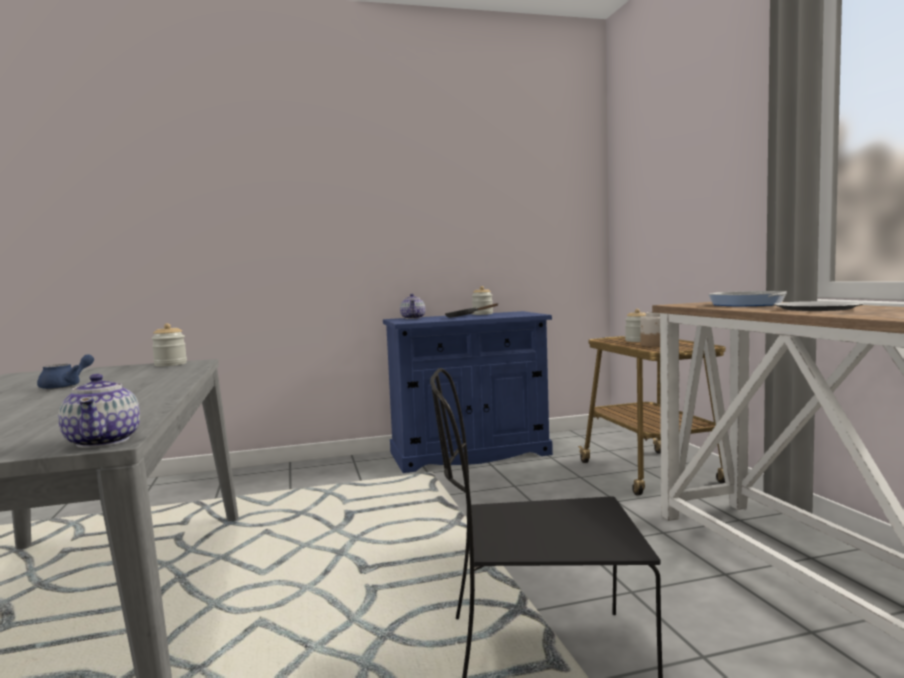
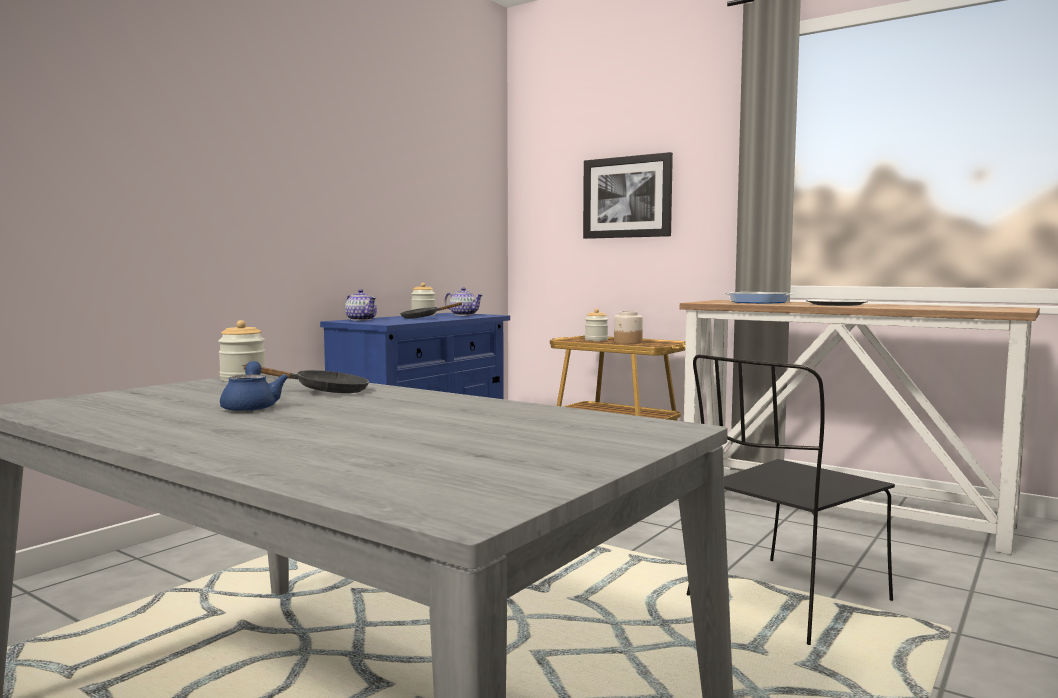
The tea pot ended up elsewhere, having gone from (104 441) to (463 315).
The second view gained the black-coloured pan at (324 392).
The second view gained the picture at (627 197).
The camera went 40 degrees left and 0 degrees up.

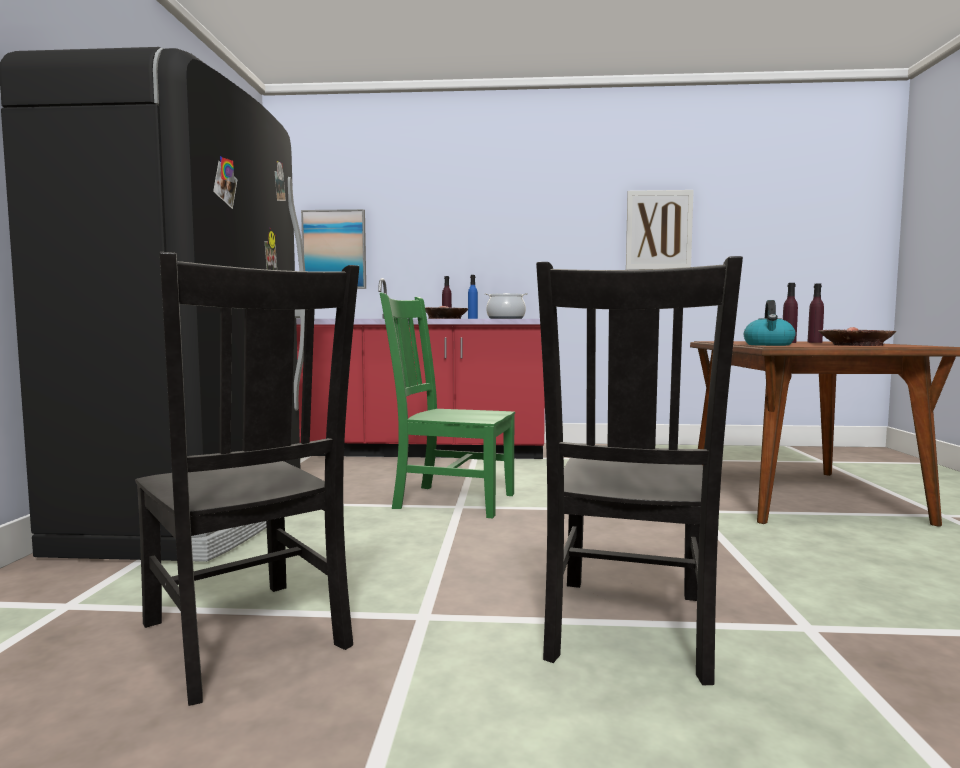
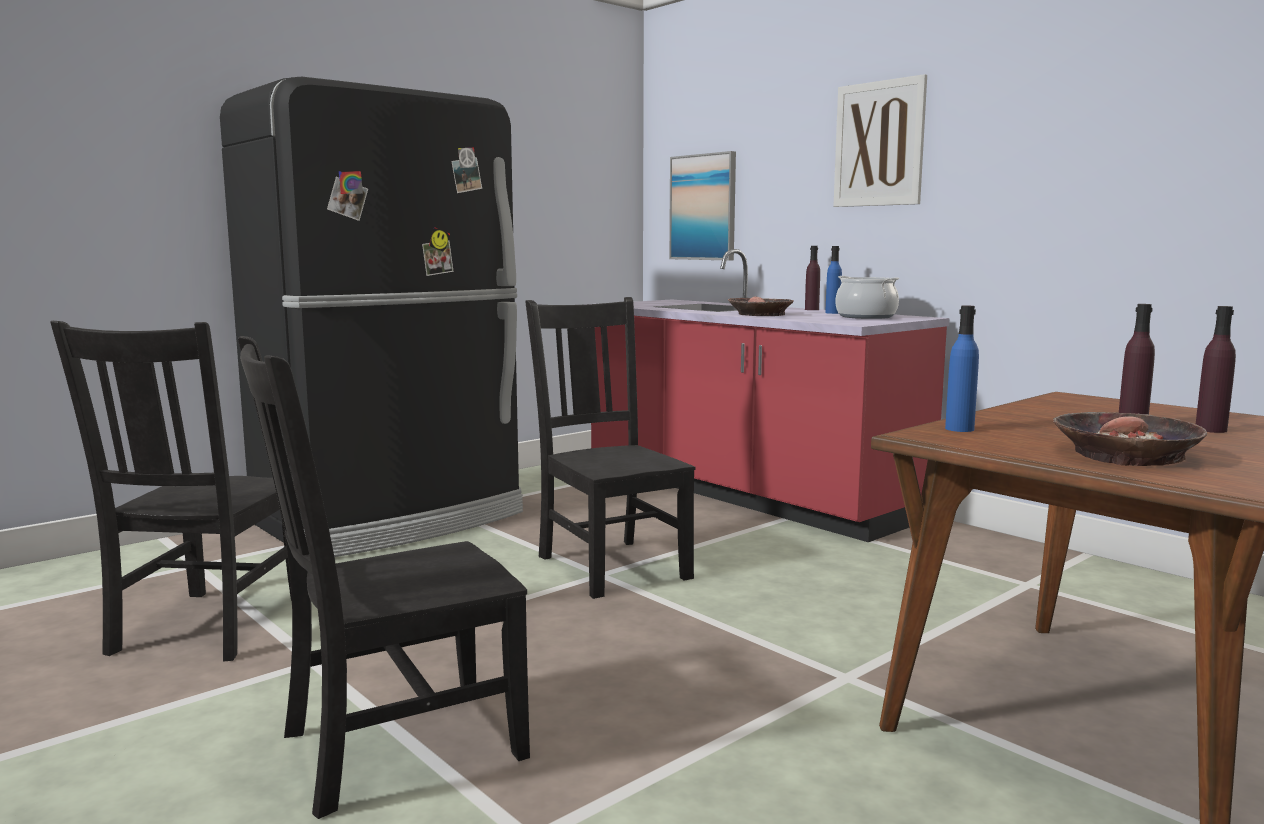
What was the green-coloured chair at (450 500) turned into the black-coloured chair at (611 565).
The picture ended up elsewhere, having gone from (658 230) to (879 144).
Where the water kettle stood at (769 345), the blue-coloured drink bottle came to stand at (959 429).
The camera went 45 degrees right and 5 degrees up.

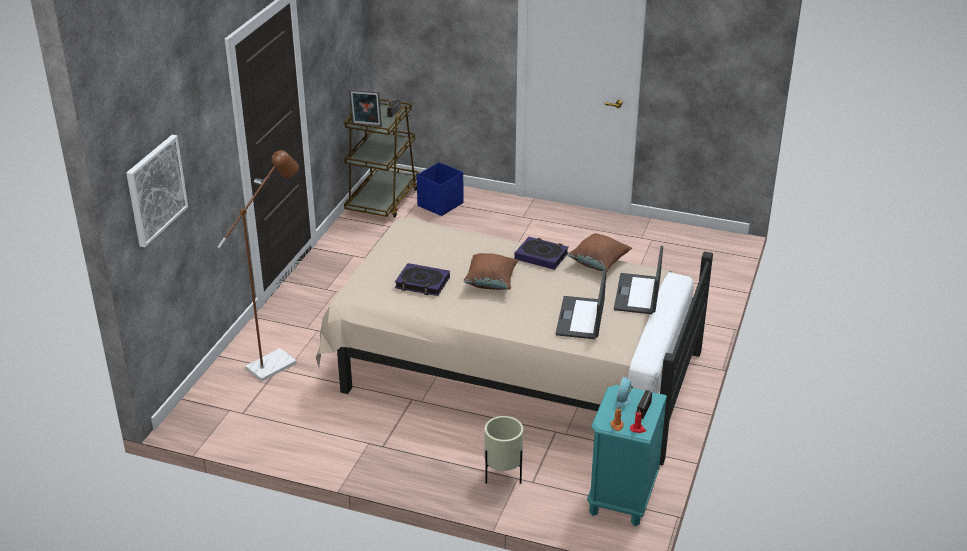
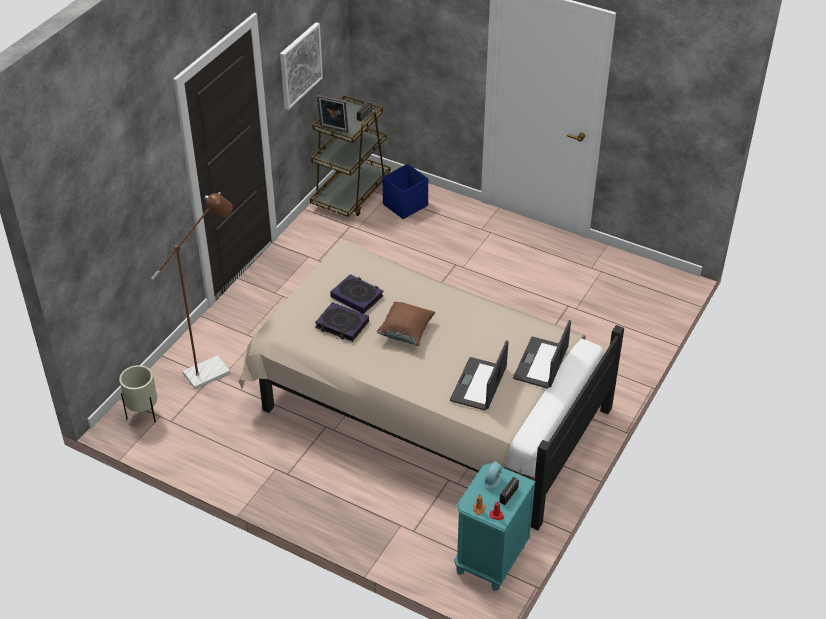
The picture ended up elsewhere, having gone from (155 190) to (300 65).
The beige-coloured planter ended up elsewhere, having gone from (503 476) to (143 414).
The book ended up elsewhere, having gone from (541 256) to (357 296).
The second view lost the brownish pillow at (598 263).
The camera went 10 degrees right and 10 degrees up.

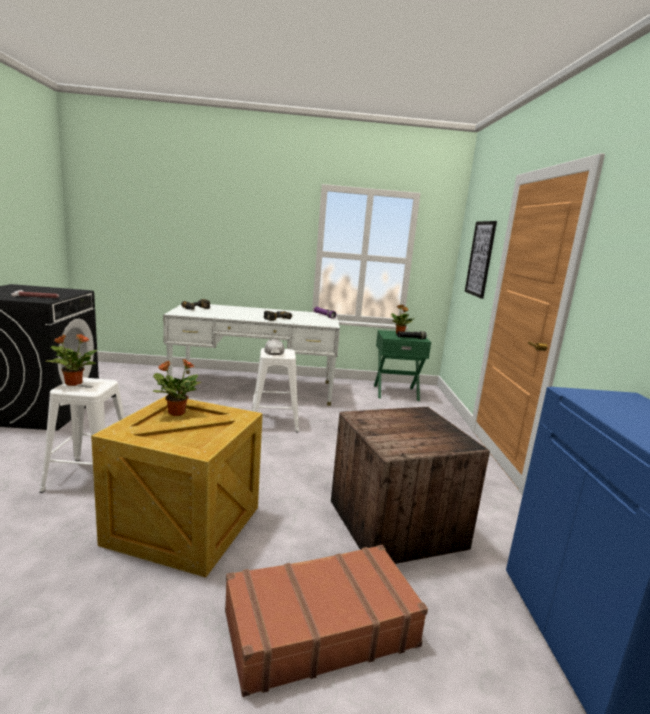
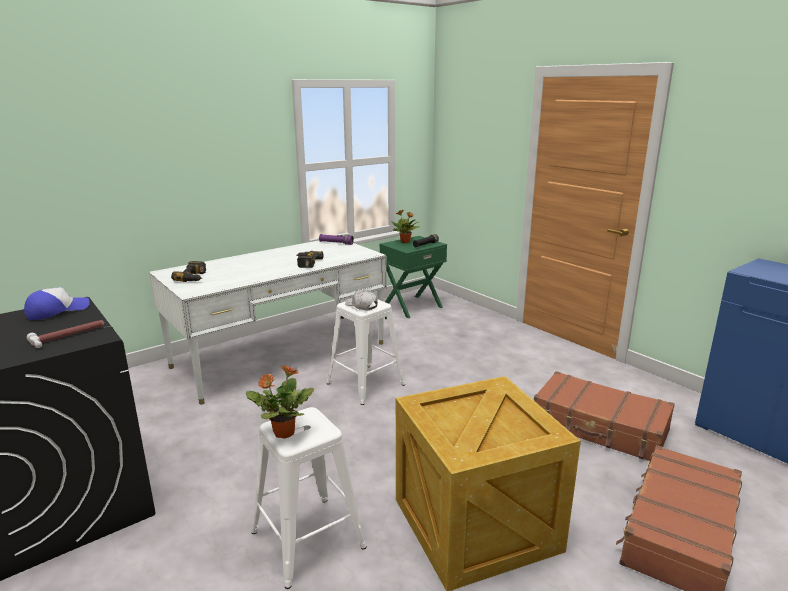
The second view lost the plant in a pot at (176 413).
Where the crate stood at (398 525), the brownish piece of luggage came to stand at (599 427).
The second view lost the picture at (480 259).
The second view gained the baseball cap at (57 311).
The camera went 35 degrees left and 5 degrees up.

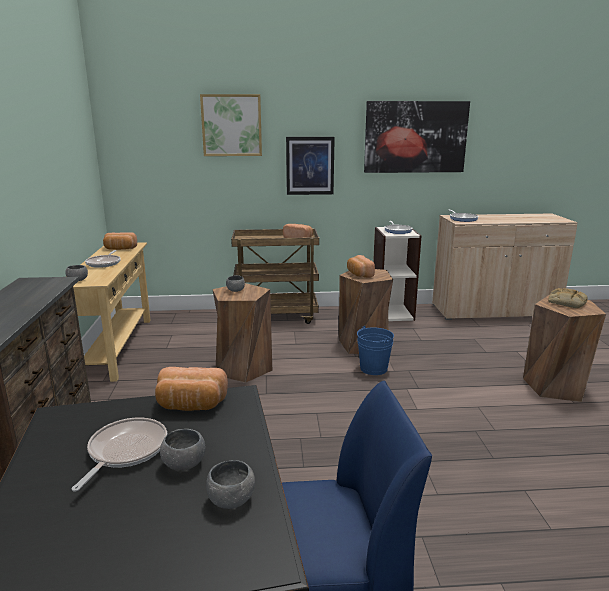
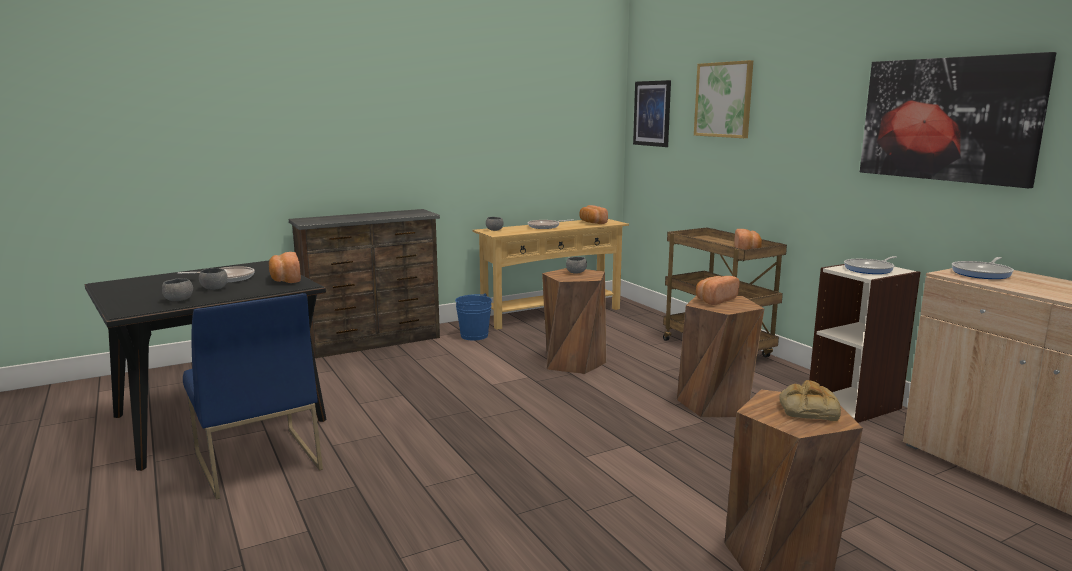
The picture ended up elsewhere, having gone from (310 166) to (652 113).
The blue-coloured bucket ended up elsewhere, having gone from (373 368) to (474 336).
The camera went 65 degrees right and 5 degrees down.

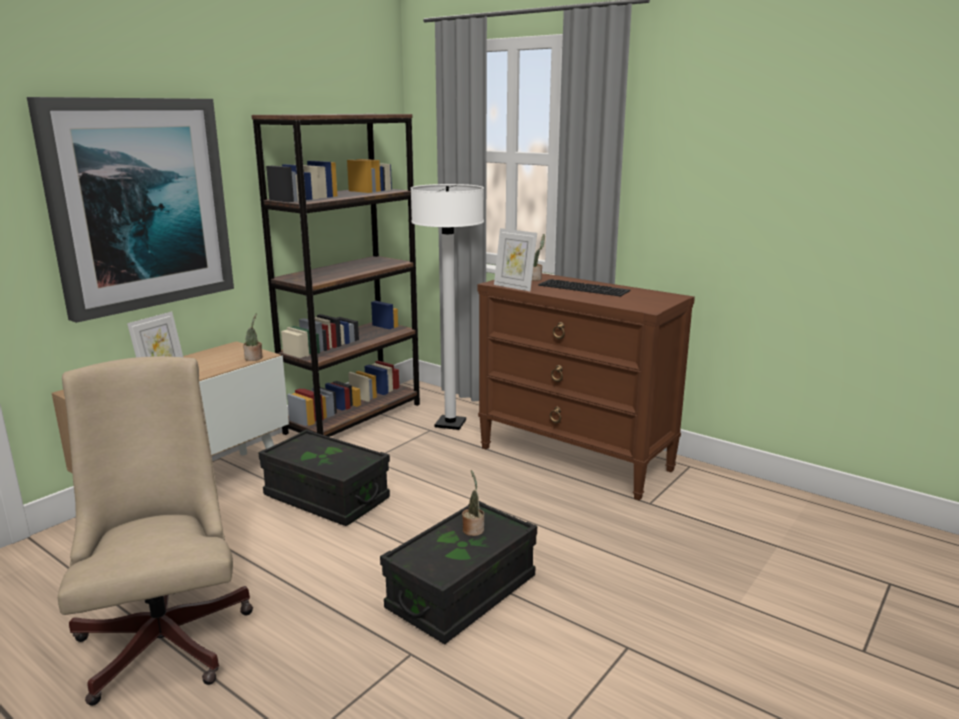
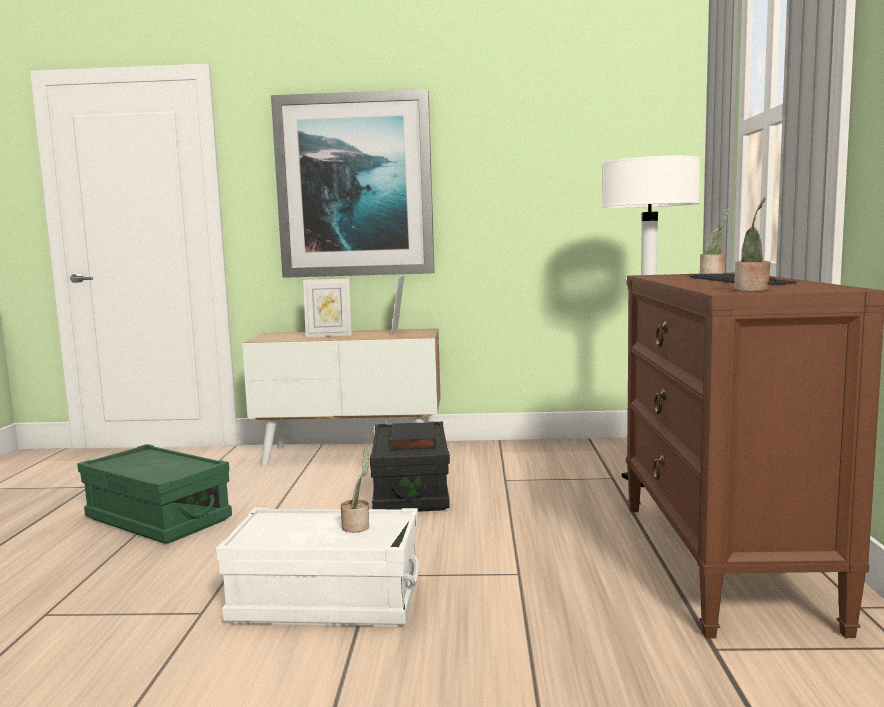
Where the beige-coloured computer chair stood at (167 634), the green-coloured storage bin came to stand at (158 519).
The plant in a pot ended up elsewhere, having gone from (254 358) to (752 290).
The second view lost the brownish shelving unit at (354 418).
What was the black-coloured storage bin at (462 593) turned into the white-coloured storage bin at (326 600).
The picture frame ended up elsewhere, having gone from (514 287) to (399 332).
The second view gained the black-coloured book at (411 440).
The camera went 55 degrees right and 10 degrees down.

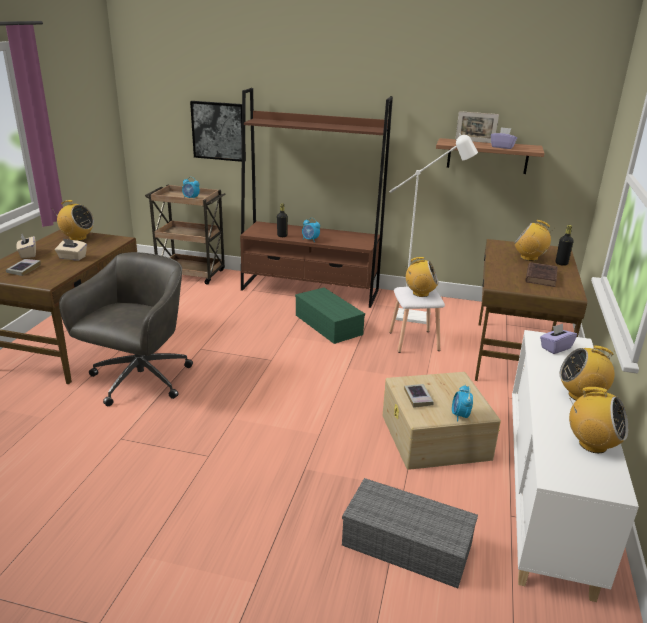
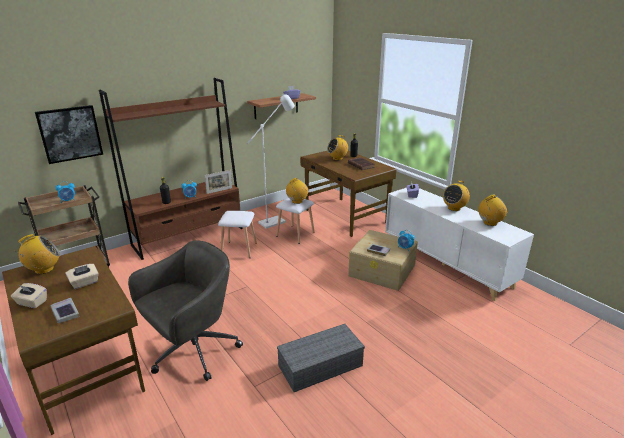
The grey computer chair at (139 381) ended up facing another way, 75 degrees clockwise from before.
Where the green-coloured storage bin stood at (329 325), the white-coloured sitting stool came to stand at (239 249).
The grey storage bin ended up elsewhere, having gone from (409 544) to (321 365).
The picture frame ended up elsewhere, having gone from (474 141) to (219 191).
The camera went 50 degrees left and 0 degrees up.

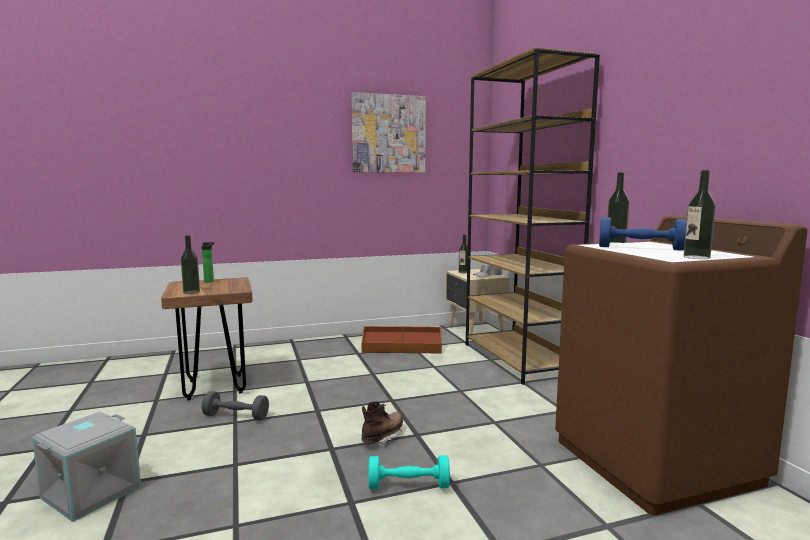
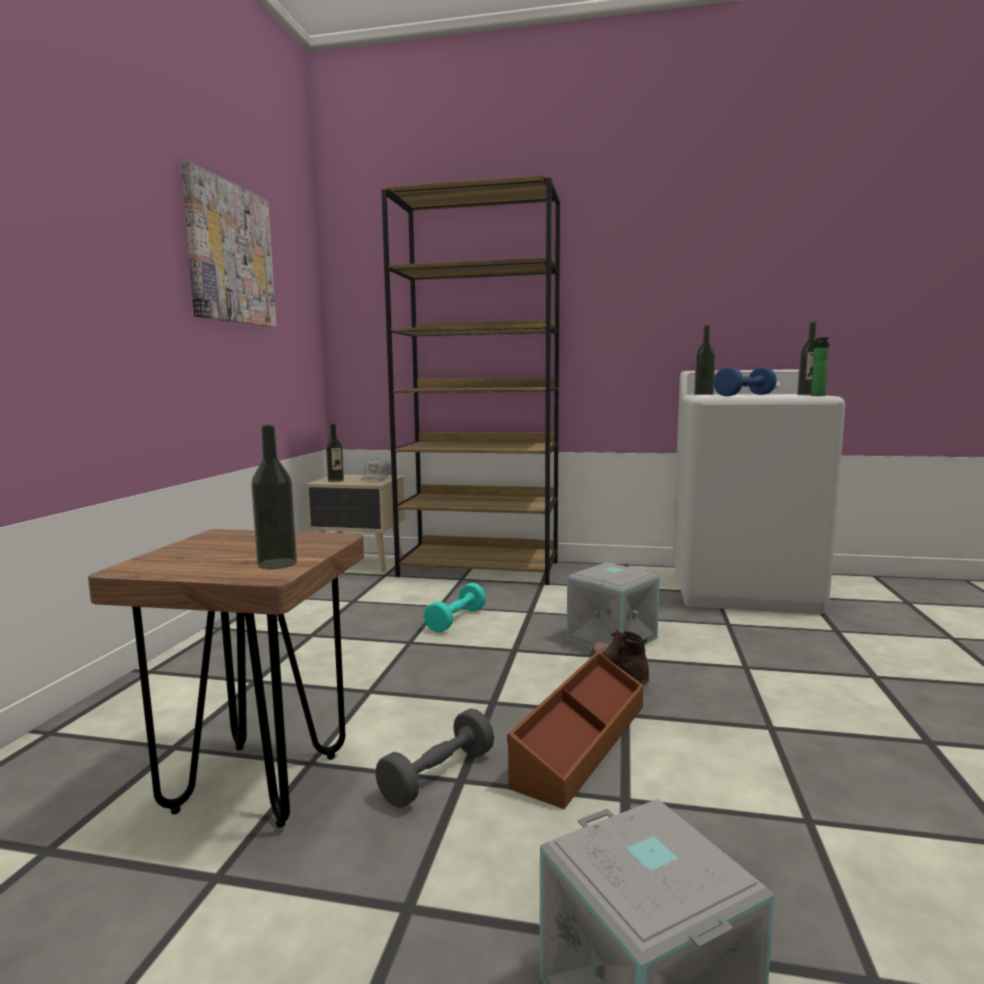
The drink bottle ended up elsewhere, having gone from (210 281) to (815 395).
The brownish storage bin ended up elsewhere, having gone from (402 349) to (580 742).
The turquoise hand weight ended up elsewhere, having gone from (408 486) to (456 620).
What was the brownish laundry appliance at (655 462) turned into the white-coloured laundry appliance at (743 589).
The second view gained the grey storage bin at (611 637).
The camera went 60 degrees left and 0 degrees up.

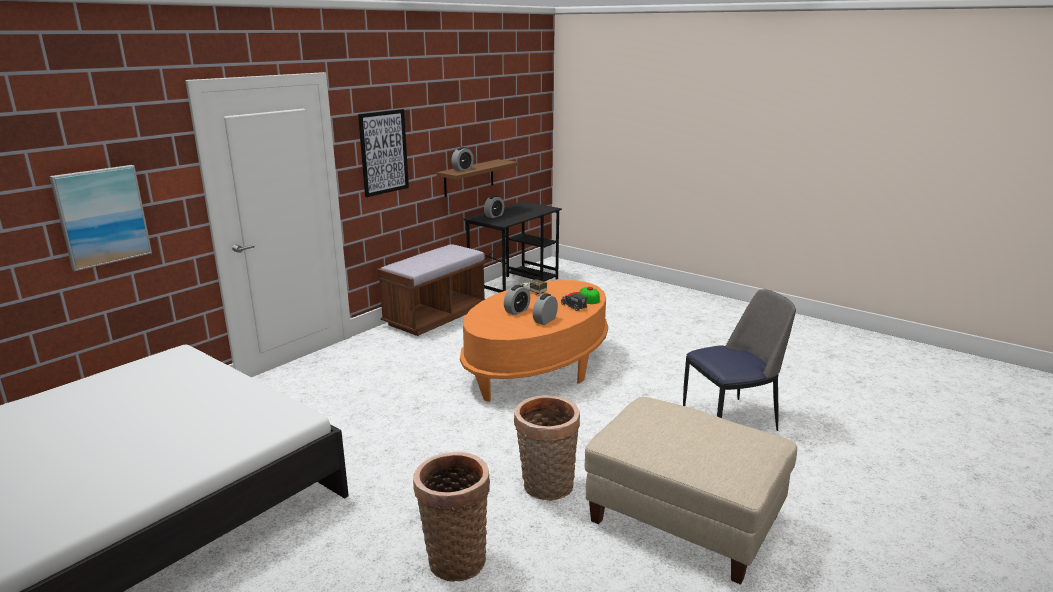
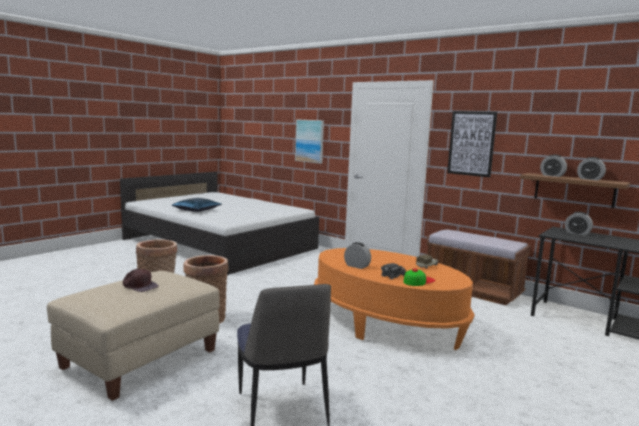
The table clock ended up elsewhere, having gone from (517 311) to (590 179).
The second view gained the brownish baseball cap at (140 286).
The second view gained the blue-coloured pillow at (197 210).
The camera went 90 degrees right and 10 degrees down.

